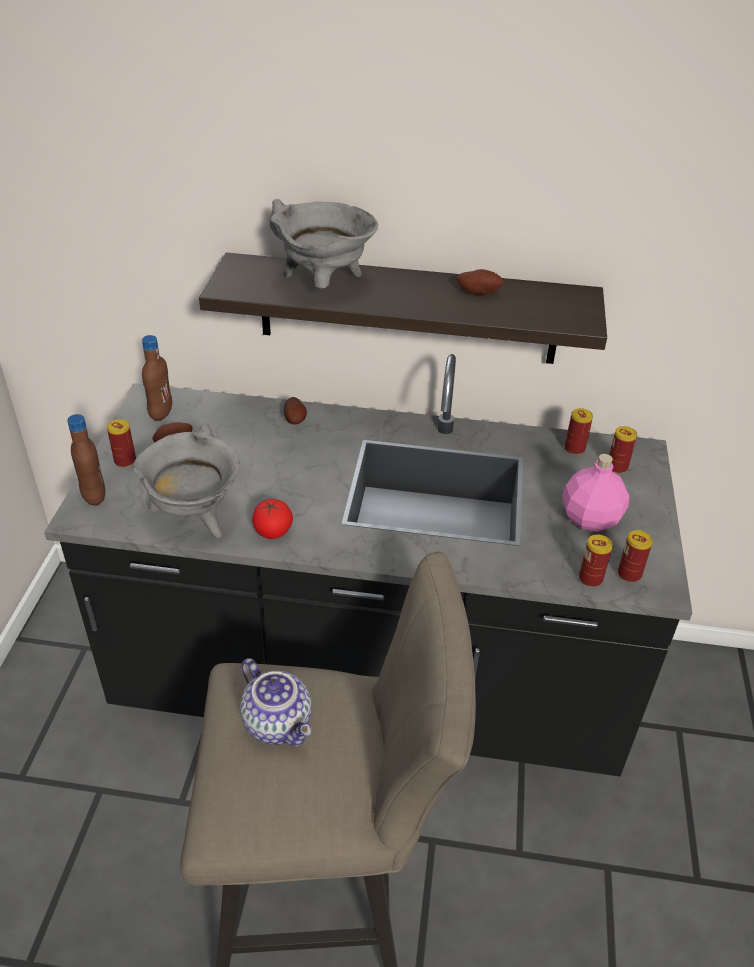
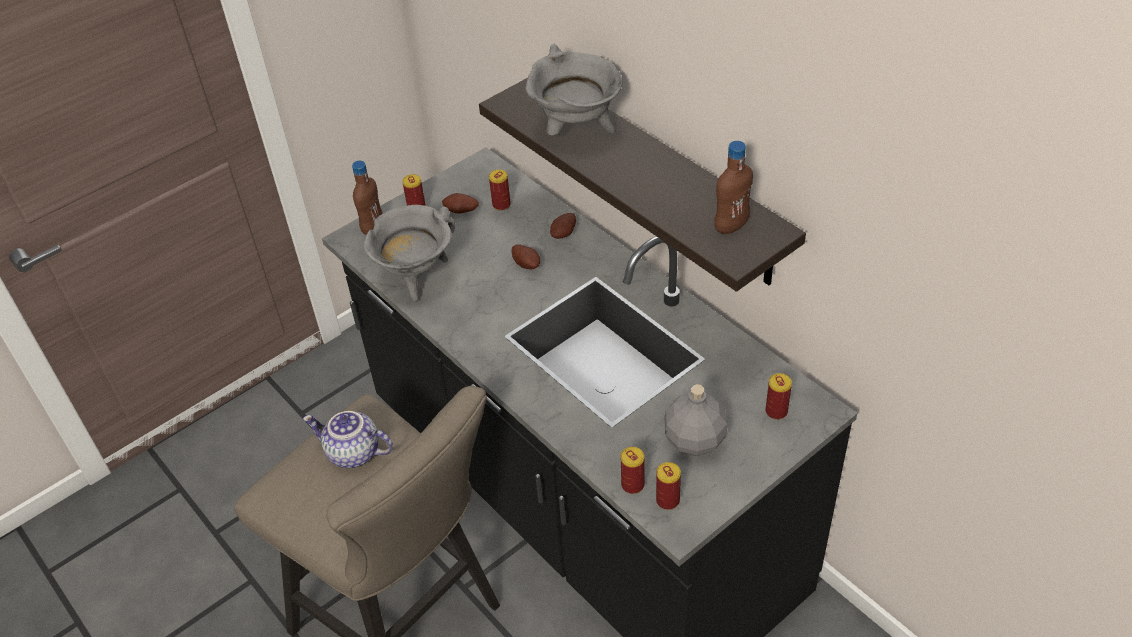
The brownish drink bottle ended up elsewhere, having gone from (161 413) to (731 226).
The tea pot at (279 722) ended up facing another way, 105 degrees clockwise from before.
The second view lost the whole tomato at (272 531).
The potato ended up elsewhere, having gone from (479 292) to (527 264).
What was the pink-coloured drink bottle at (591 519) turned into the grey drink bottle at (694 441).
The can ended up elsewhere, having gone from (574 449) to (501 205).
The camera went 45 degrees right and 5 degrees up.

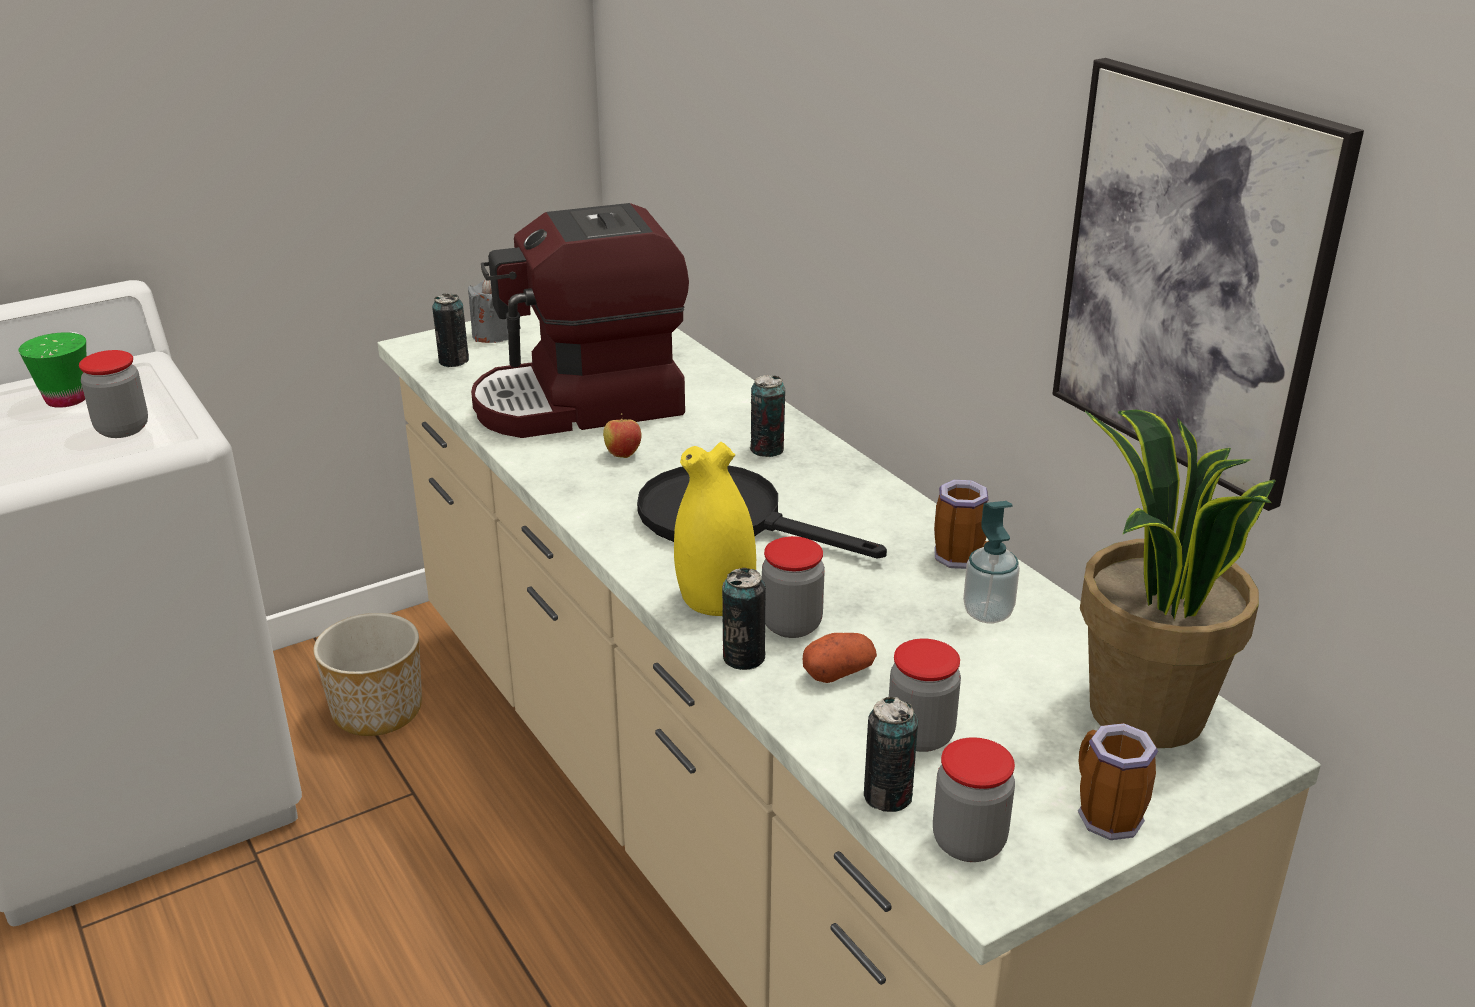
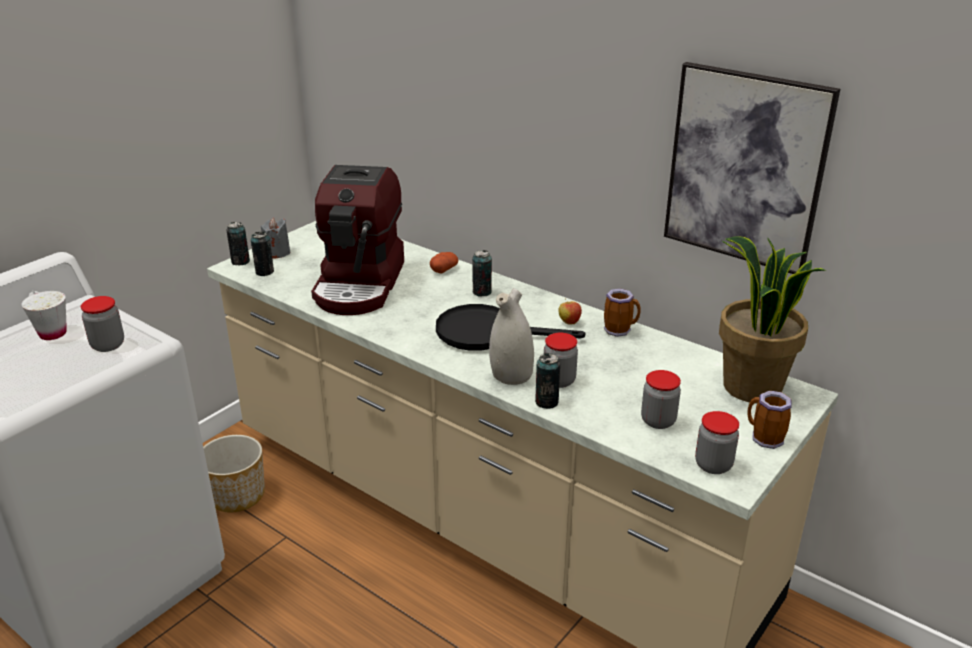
What was the green-coloured small cup at (66 399) turned into the white-coloured small cup at (53 334).
The coffee maker at (582 404) ended up facing another way, 45 degrees counterclockwise from before.
The apple ended up elsewhere, having gone from (623 454) to (569 322).
What was the yellow flower vase at (715 599) turned into the white-coloured flower vase at (511 376).
The potato ended up elsewhere, having gone from (838 672) to (444 269).
The can ended up elsewhere, having gone from (887 796) to (240 262).
The second view lost the soap dispenser at (988 613).
The camera went 20 degrees left and 0 degrees up.

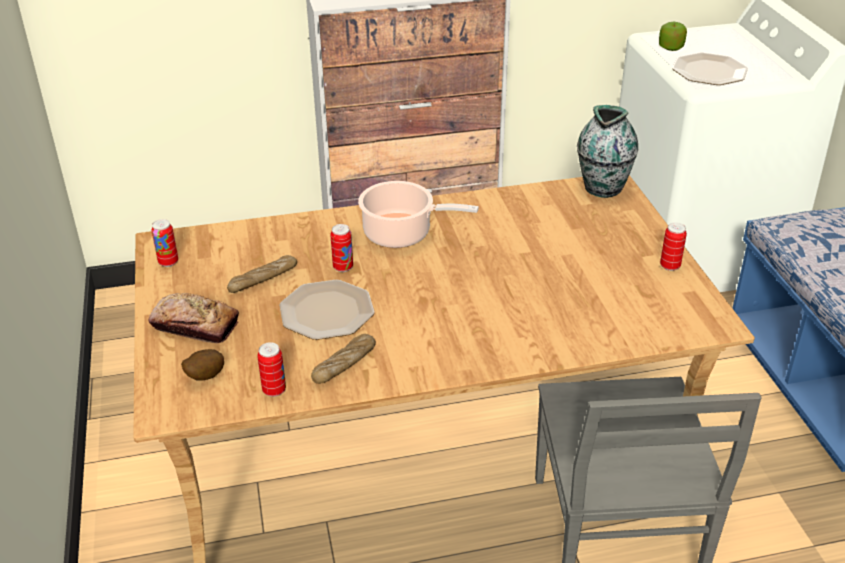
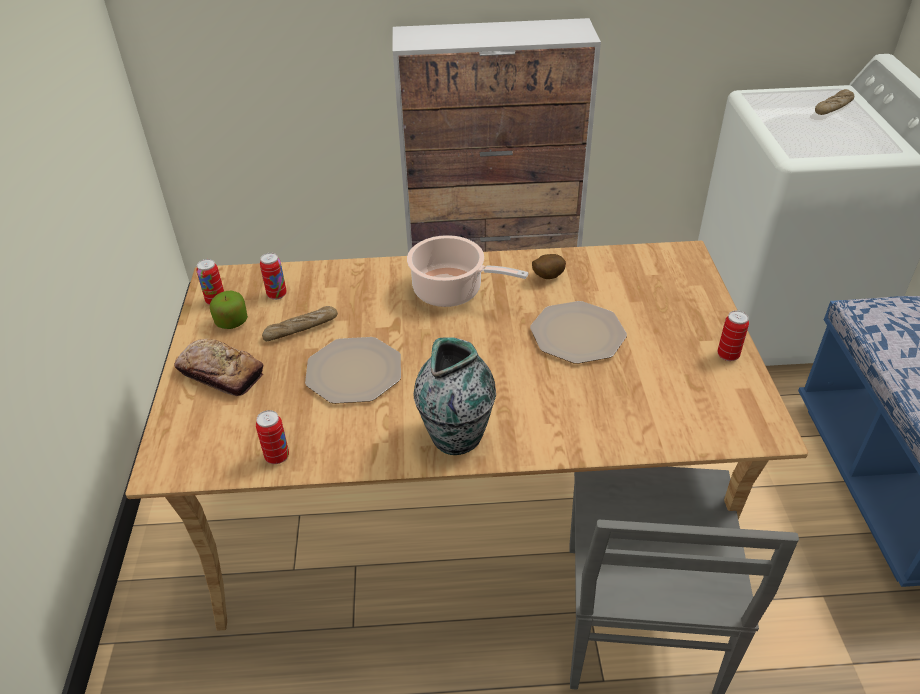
The potato ended up elsewhere, having gone from (204 376) to (546 277).
The bread ended up elsewhere, having gone from (344 364) to (833 108).
The can ended up elsewhere, having gone from (343 267) to (277 295).
The flower vase ended up elsewhere, having gone from (603 187) to (457 436).
The apple ended up elsewhere, having gone from (670 47) to (232 322).
The flat dish ended up elsewhere, having gone from (710 71) to (578 333).
The camera went 10 degrees right and 5 degrees up.

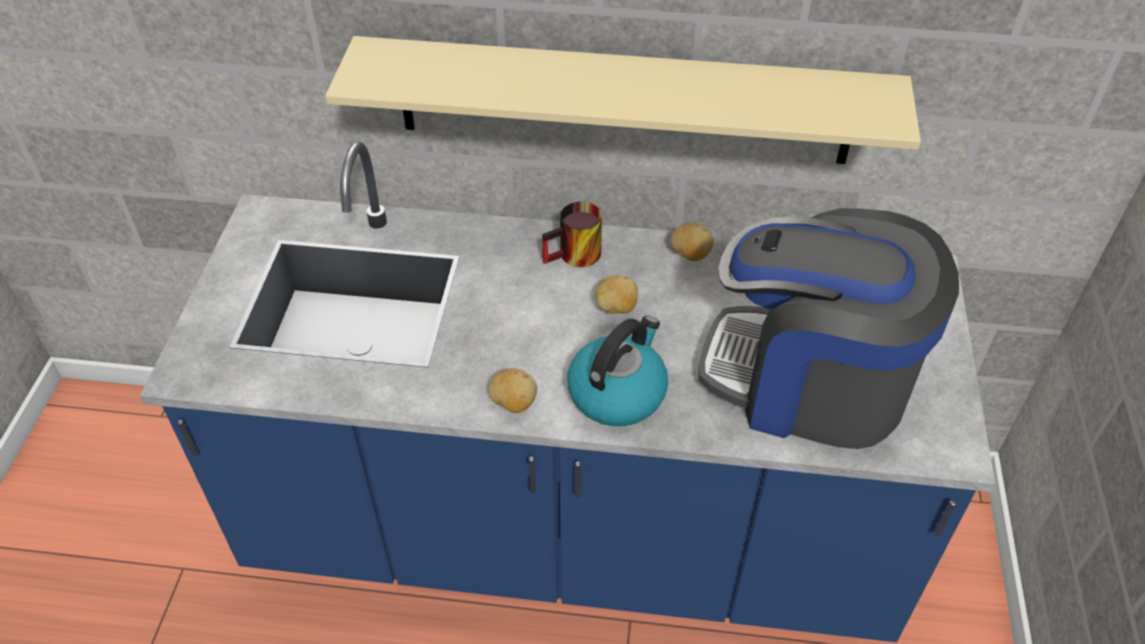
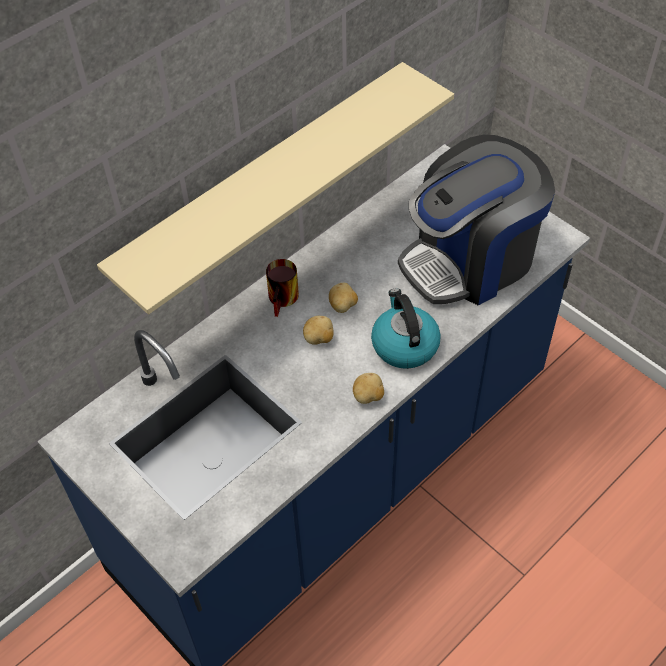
The potato ended up elsewhere, having gone from (690 255) to (319 339).
The camera went 50 degrees left and 5 degrees up.

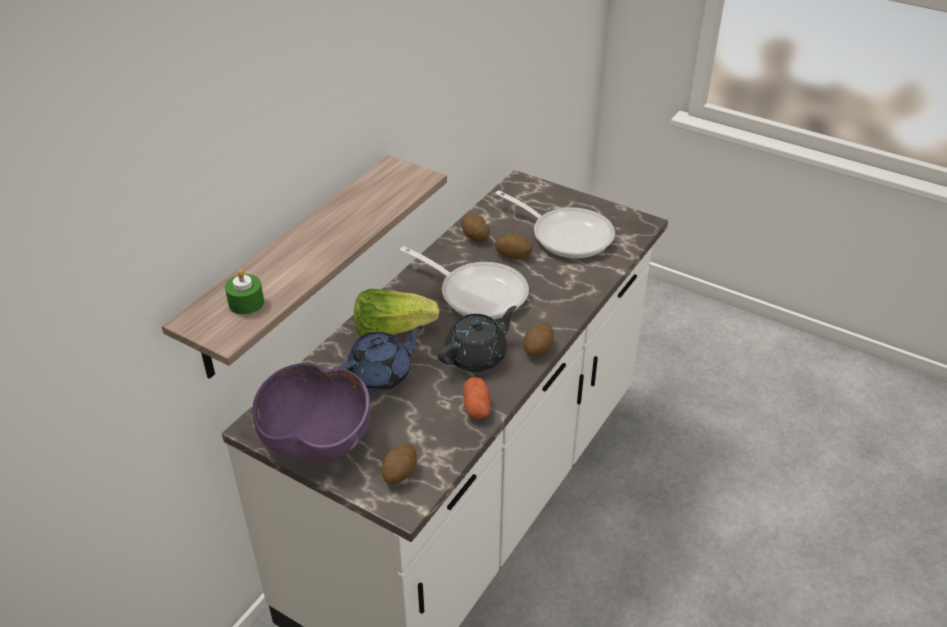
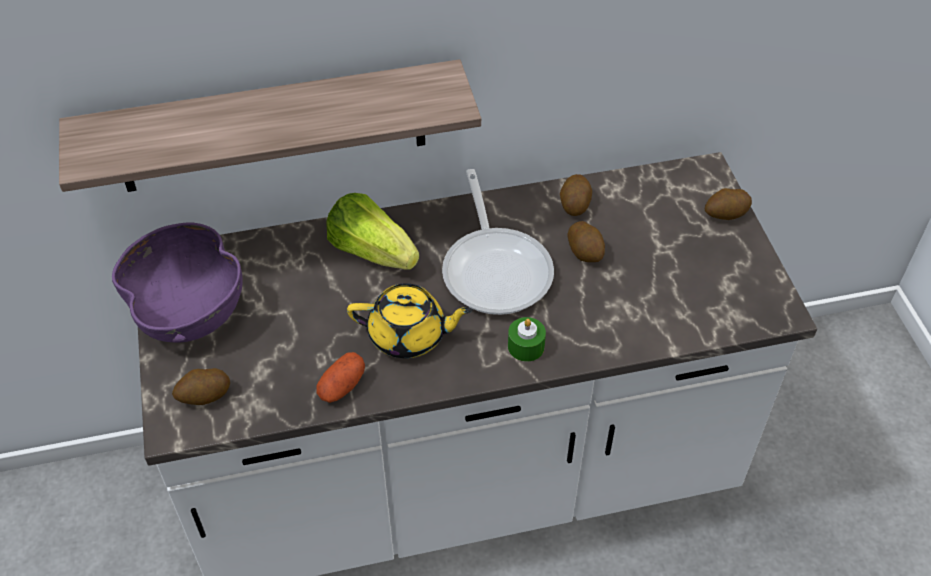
The green-coloured wax candle ended up elsewhere, having gone from (246 303) to (526 346).
The second view lost the blue-coloured tea pot at (381 375).
What was the black-coloured tea pot at (477 356) turned into the yellow tea pot at (409 335).
The second view lost the pan at (566 235).
The potato ended up elsewhere, having gone from (538 349) to (725 214).
The camera went 45 degrees right and 10 degrees up.

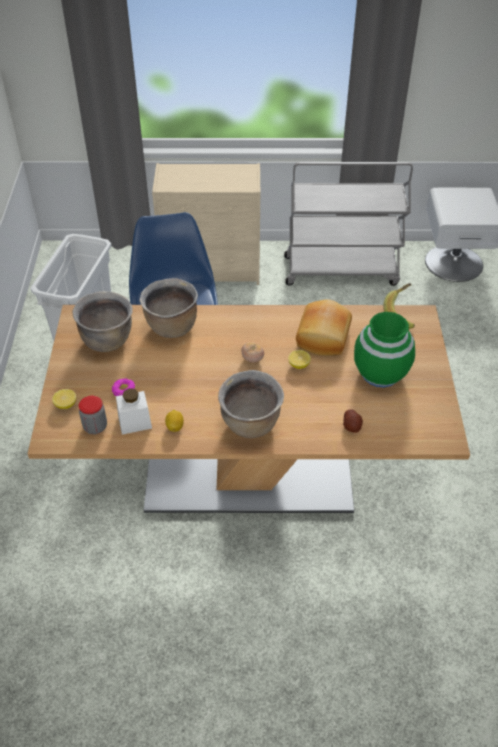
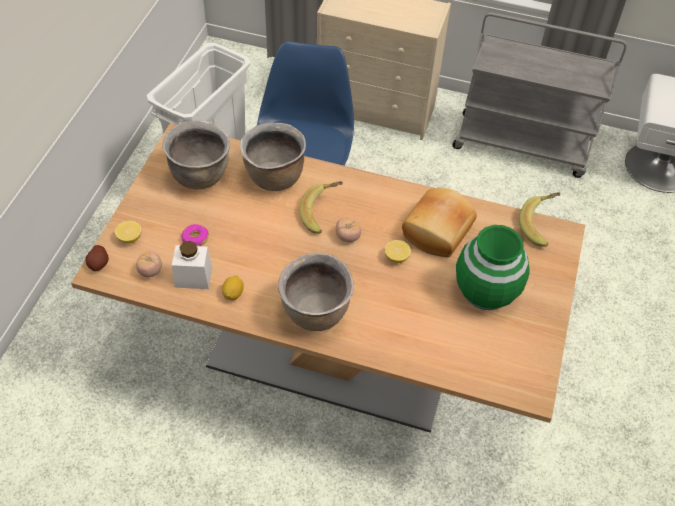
Where the storage jar stood at (95 427), the whole tomato came to stand at (150 271).
The potato ended up elsewhere, having gone from (352 426) to (98 264).
The second view gained the banana fruit at (323 214).
The camera went 15 degrees right and 5 degrees up.

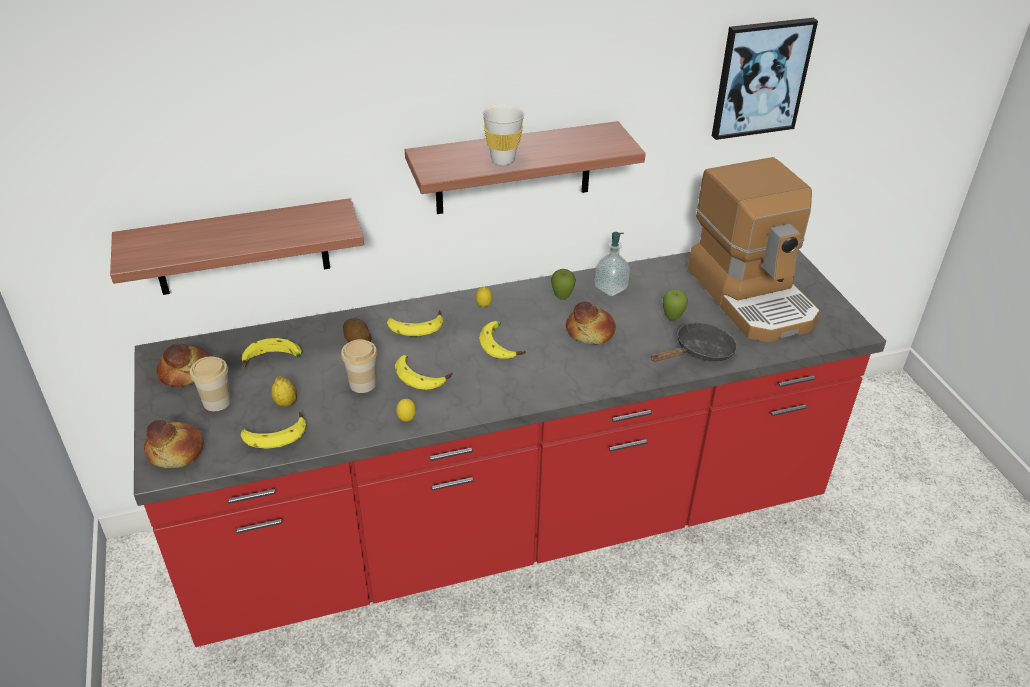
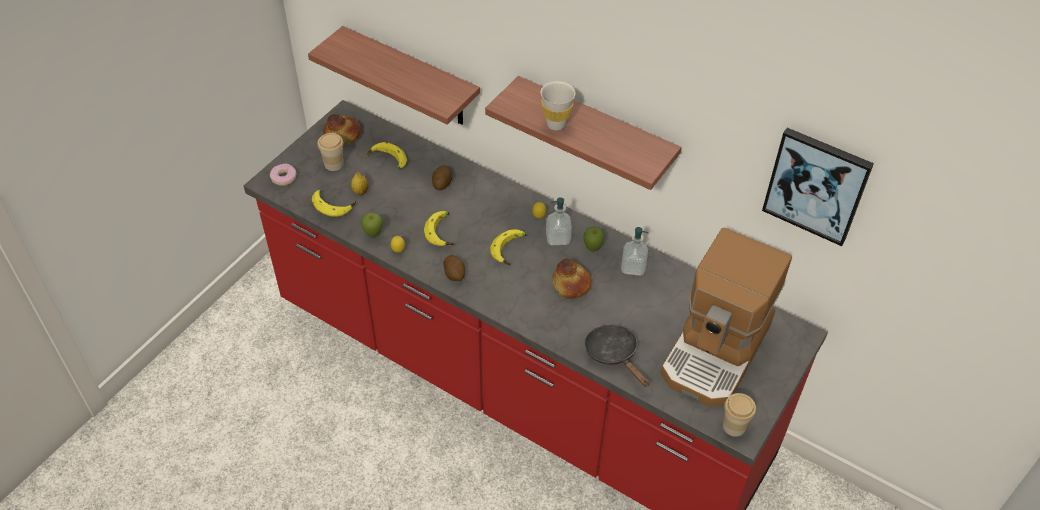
Where the bread stood at (176 452), the doughnut came to stand at (283 178).
The small cup ended up elsewhere, having gone from (362 384) to (734 426).
The second view lost the banana fruit at (416 326).
The black-coloured pan at (699 352) ended up facing another way, 135 degrees counterclockwise from before.
The apple ended up elsewhere, having gone from (672 318) to (373 234).
The second view gained the potato at (455 274).
The second view gained the soap dispenser at (558 238).
The camera went 50 degrees right and 10 degrees up.

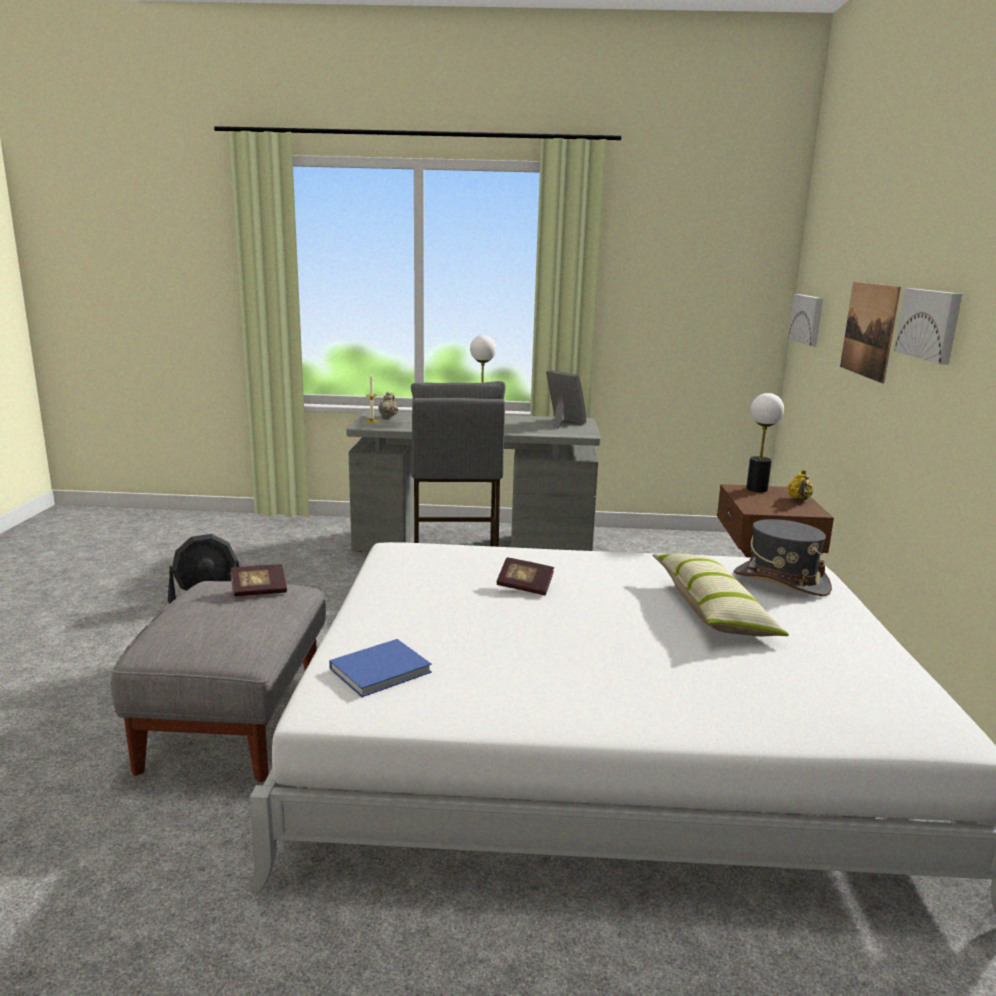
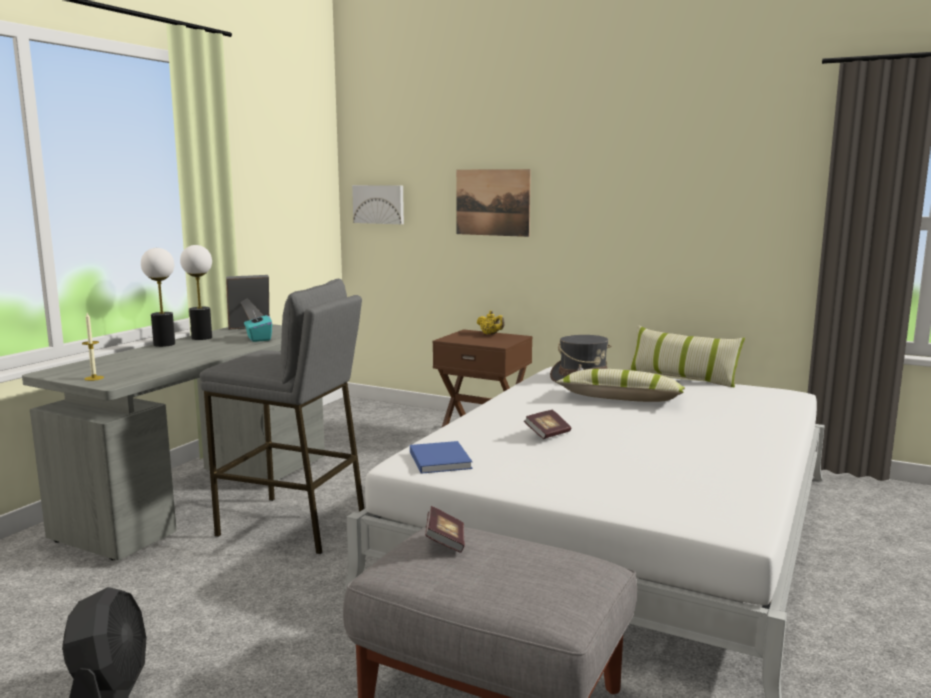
The blue-coloured book ended up elsewhere, having gone from (383 669) to (439 459).
The second view lost the beige-coloured tea pot at (388 417).
The lamp for a table ended up elsewhere, having gone from (756 489) to (201 338).
The second view lost the picture at (931 324).
The second view gained the turquoise tissue holder at (258 338).
The second view gained the pillow at (681 379).
The camera went 65 degrees left and 5 degrees down.

